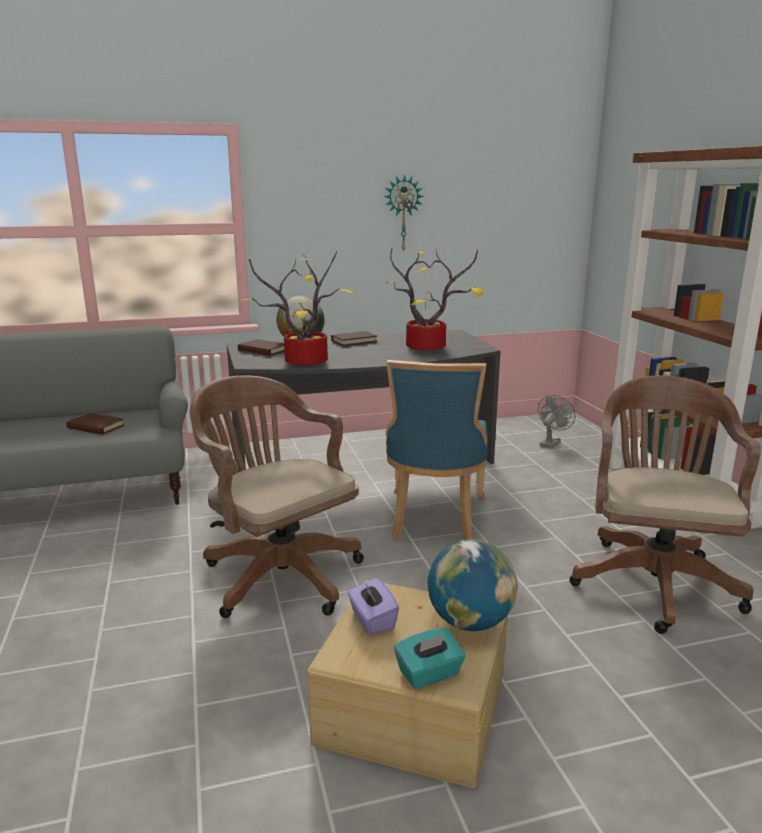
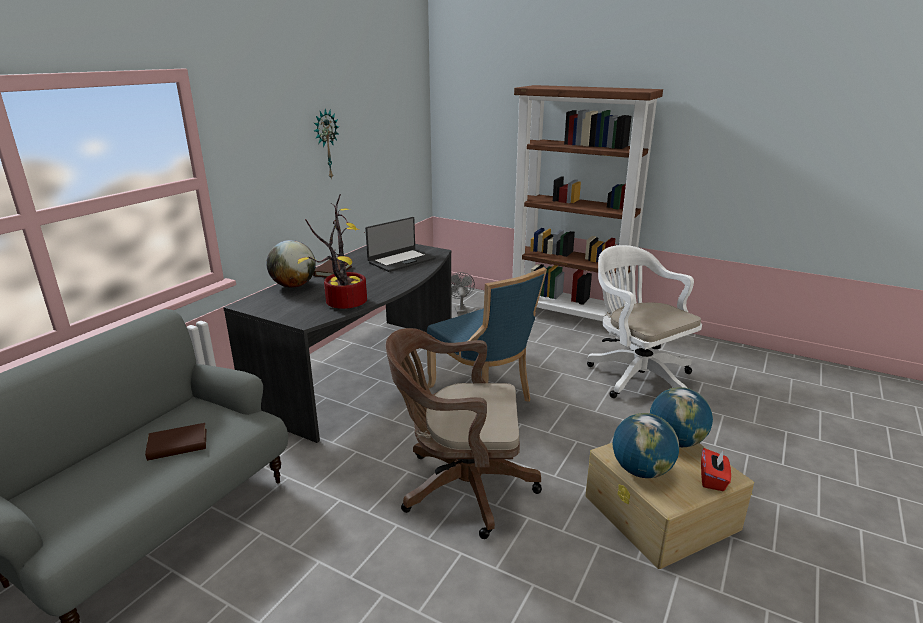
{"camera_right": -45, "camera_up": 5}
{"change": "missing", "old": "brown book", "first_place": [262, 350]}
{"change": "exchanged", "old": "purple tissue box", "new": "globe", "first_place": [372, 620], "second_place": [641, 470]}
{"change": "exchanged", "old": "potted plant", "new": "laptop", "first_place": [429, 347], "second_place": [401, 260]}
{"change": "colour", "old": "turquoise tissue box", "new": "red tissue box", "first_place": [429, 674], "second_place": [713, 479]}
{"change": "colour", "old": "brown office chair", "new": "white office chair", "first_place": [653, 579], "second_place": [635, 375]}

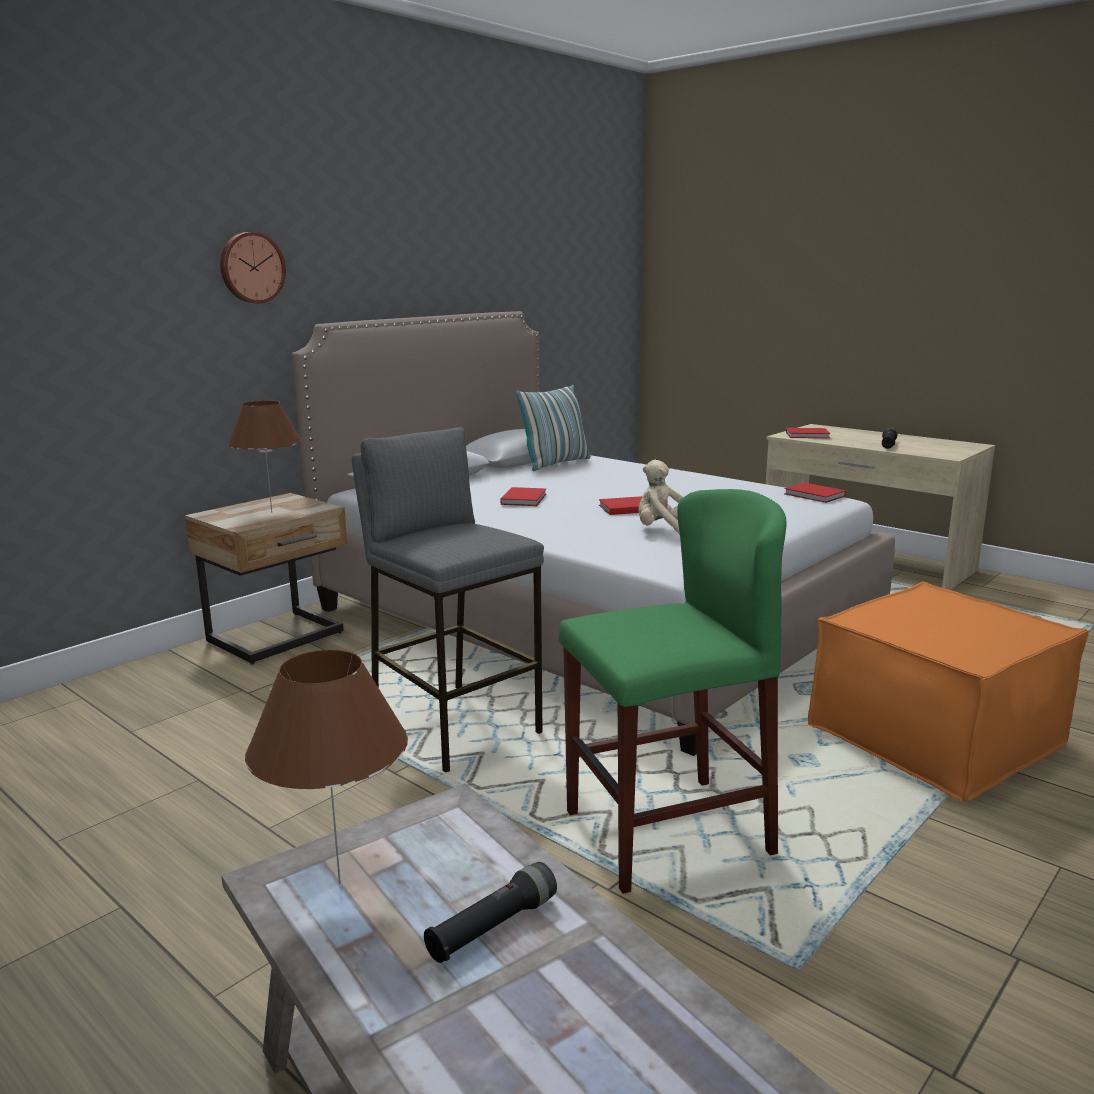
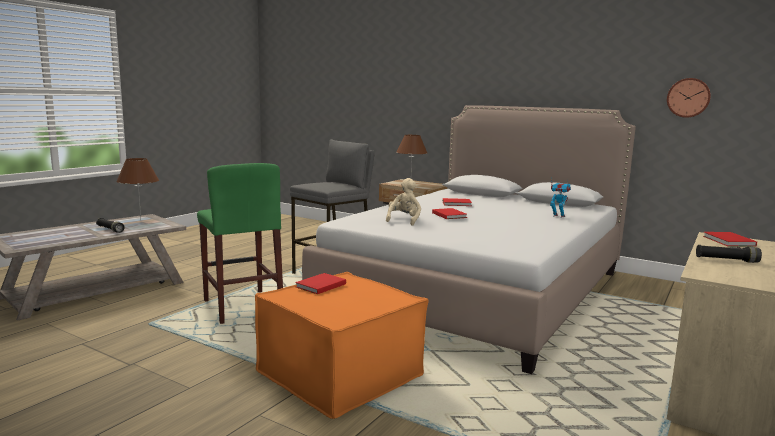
{"camera_right": 80, "camera_up": -5}
{"change": "missing", "old": "pillow", "first_place": [555, 464]}
{"change": "appeared", "new": "toy robot", "second_place": [558, 216]}
{"change": "relocated", "old": "wall clock", "first_place": [251, 268], "second_place": [688, 97]}
{"change": "relocated", "old": "red book", "first_place": [815, 495], "second_place": [319, 285]}

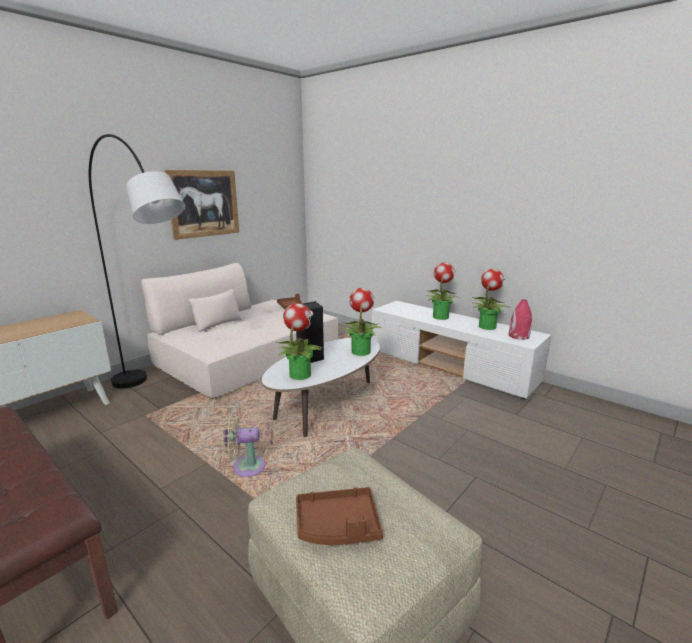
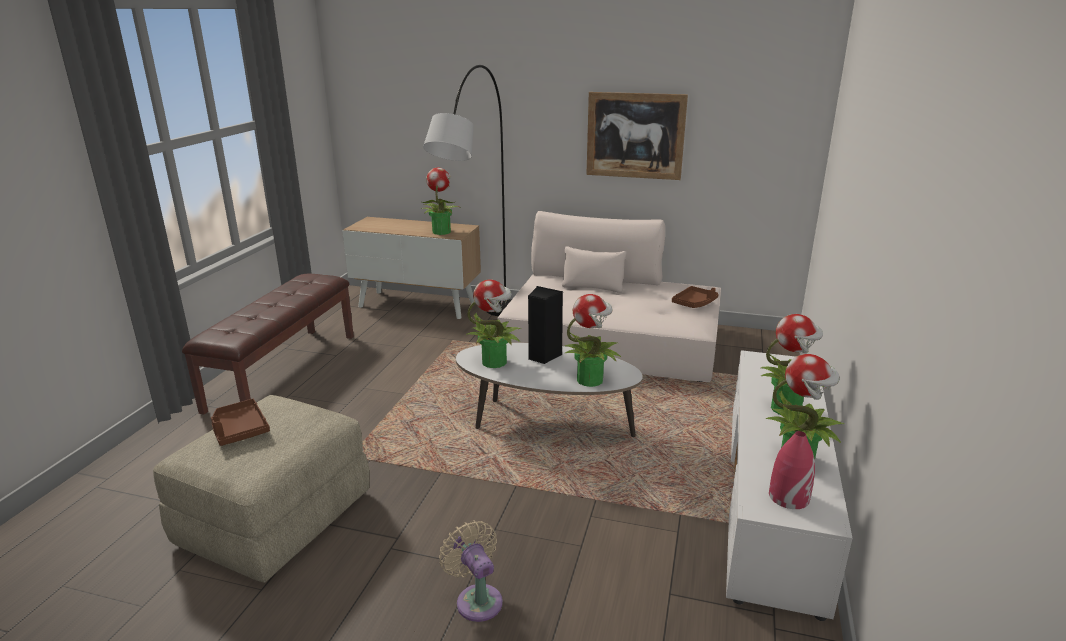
{"camera_right": 65, "camera_up": 5}
{"change": "appeared", "new": "potted plant", "second_place": [441, 232]}
{"change": "relocated", "old": "beige fan", "first_place": [245, 467], "second_place": [477, 599]}

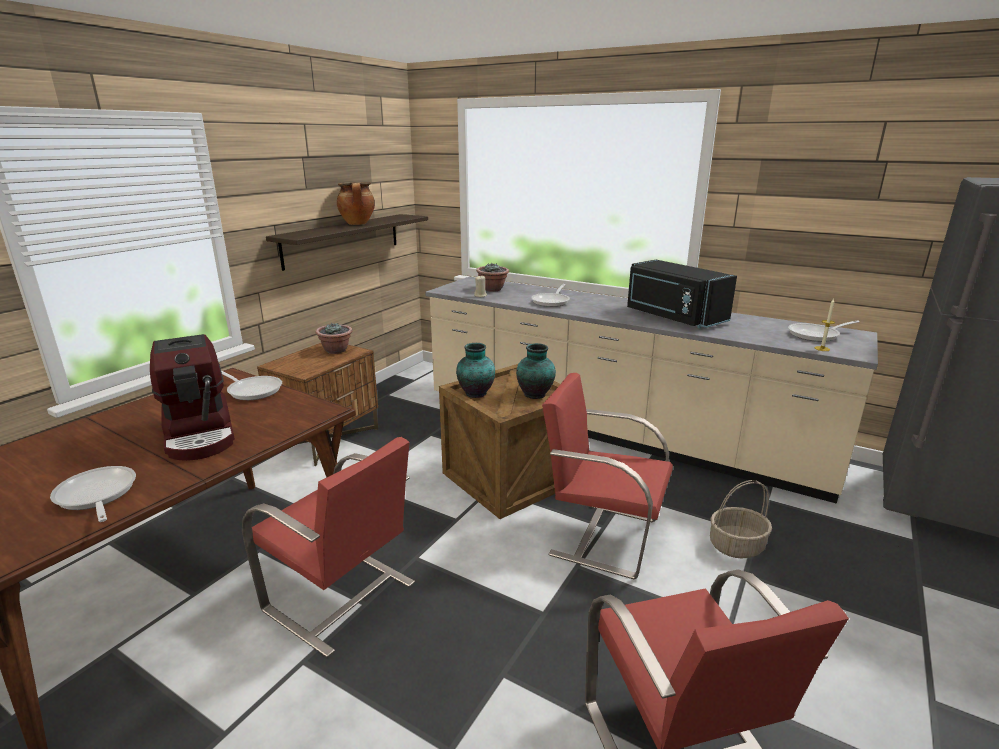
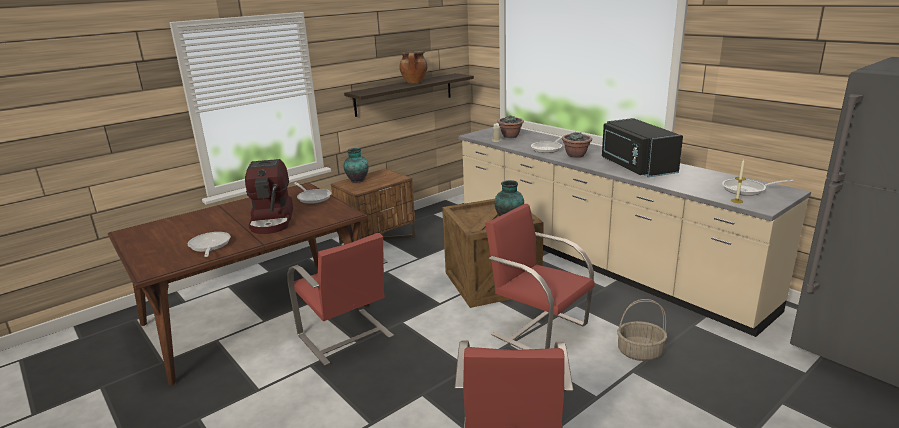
{"camera_right": 20, "camera_up": 0}
{"change": "relocated", "old": "potted plant", "first_place": [336, 350], "second_place": [576, 155]}
{"change": "relocated", "old": "vase", "first_place": [476, 394], "second_place": [357, 181]}

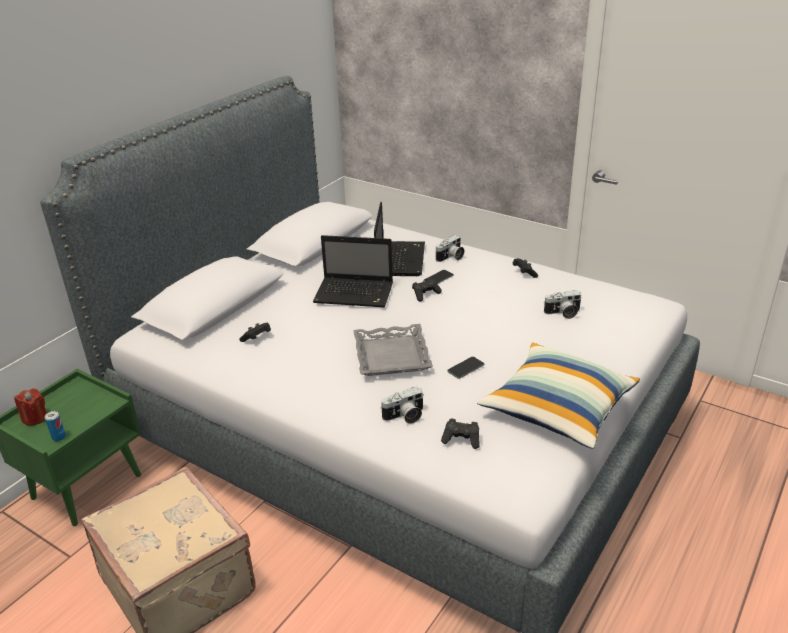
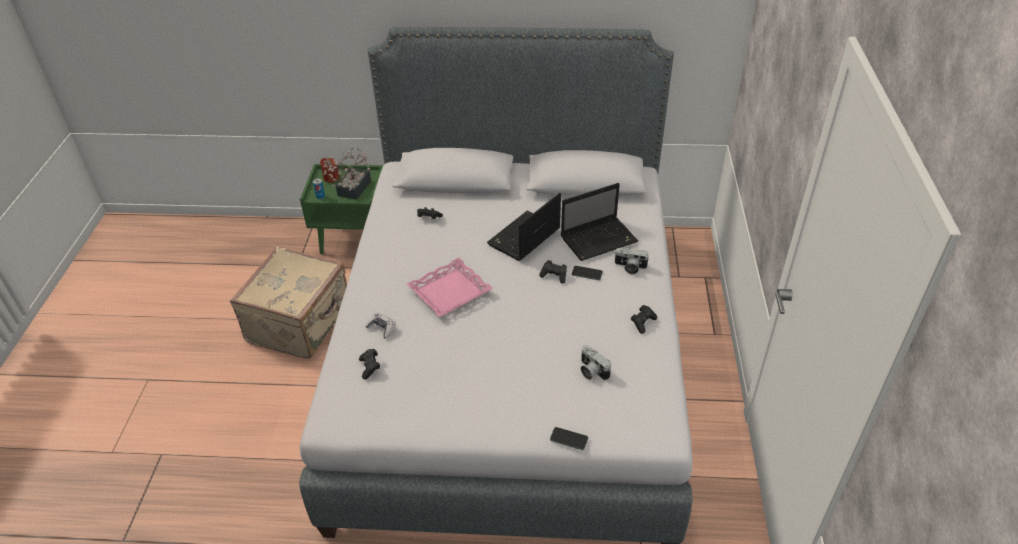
{"camera_right": 60, "camera_up": 10}
{"change": "missing", "old": "pillow", "first_place": [557, 409]}
{"change": "appeared", "new": "potted plant", "second_place": [352, 190]}
{"change": "relocated", "old": "phone", "first_place": [465, 368], "second_place": [569, 439]}
{"change": "exchanged", "old": "photo camera", "new": "game controller", "first_place": [405, 416], "second_place": [382, 328]}
{"change": "colour", "old": "grey tray", "new": "pink tray", "first_place": [391, 356], "second_place": [450, 291]}
{"change": "spun", "old": "laptop", "first_place": [355, 294], "second_place": [523, 238], "degrees": 60}

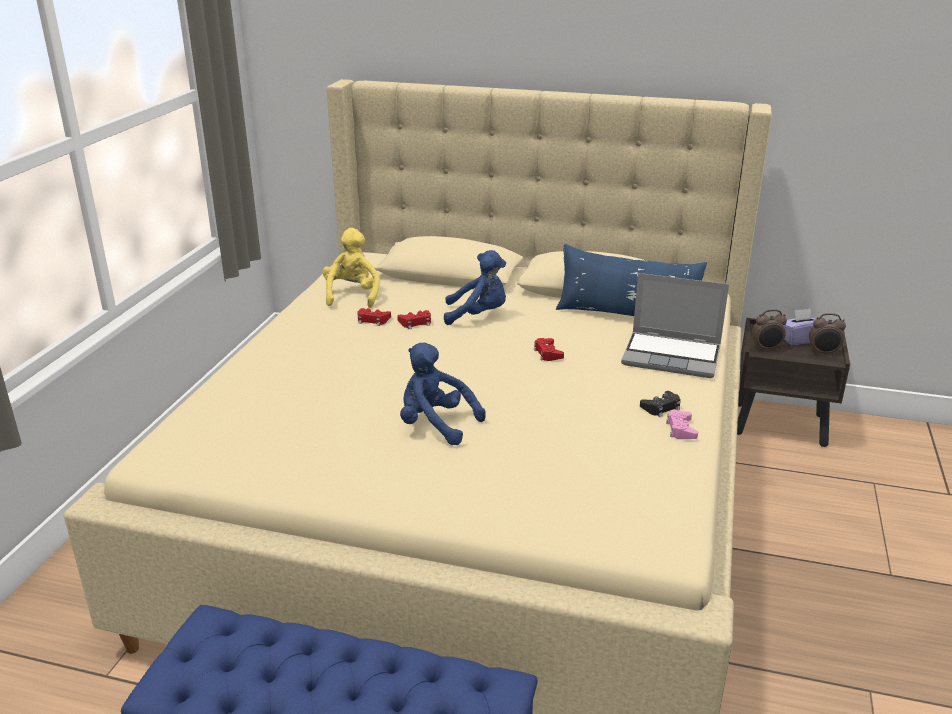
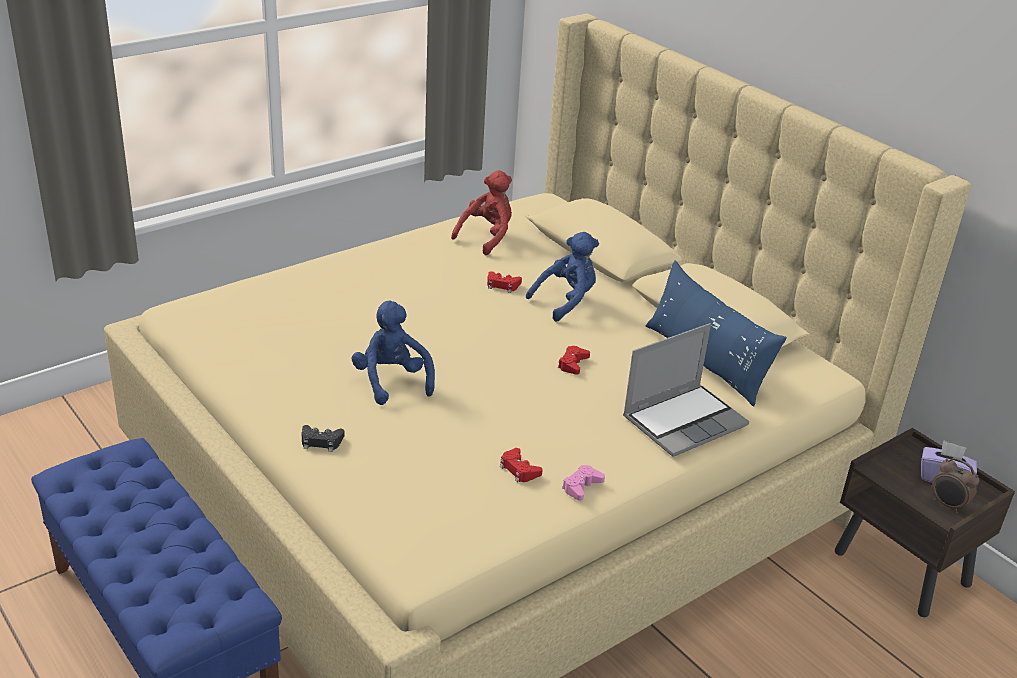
{"camera_right": 35, "camera_up": 5}
{"change": "missing", "old": "alarm clock", "first_place": [766, 349]}
{"change": "relocated", "old": "red game controller", "first_place": [372, 320], "second_place": [519, 470]}
{"change": "relocated", "old": "black game controller", "first_place": [661, 407], "second_place": [321, 442]}
{"change": "colour", "old": "yellow plush toy", "new": "red plush toy", "first_place": [352, 295], "second_place": [487, 237]}
{"change": "spun", "old": "blue plush toy", "first_place": [478, 315], "second_place": [566, 301], "degrees": -75}
{"change": "spun", "old": "laptop", "first_place": [673, 356], "second_place": [684, 420], "degrees": -90}

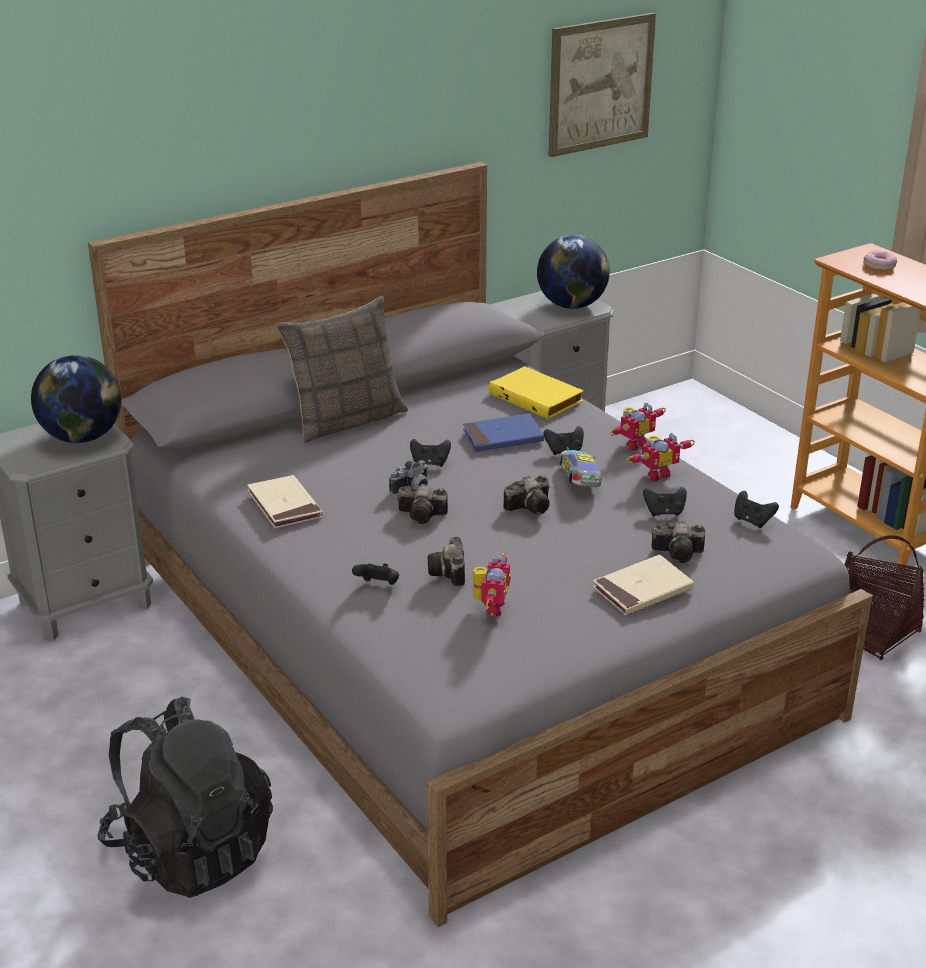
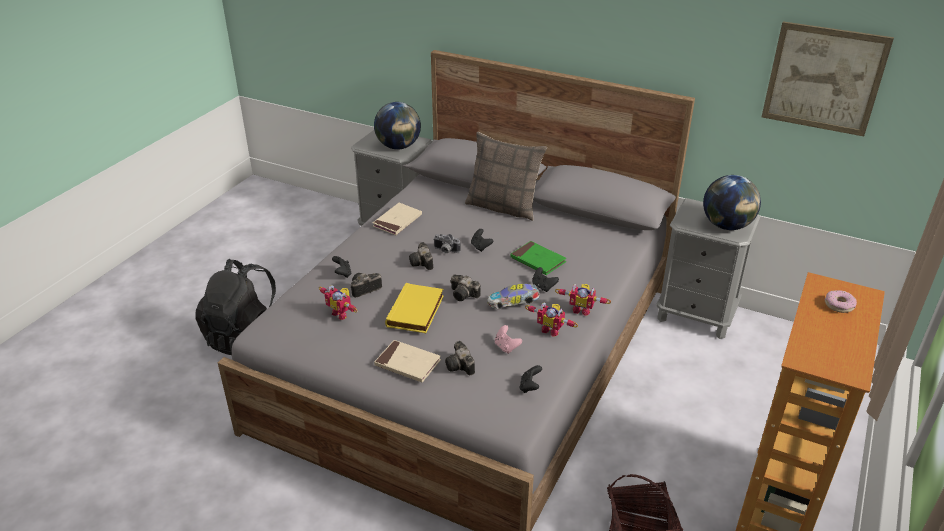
{"camera_right": 60, "camera_up": 5}
{"change": "relocated", "old": "yellow book", "first_place": [537, 397], "second_place": [416, 312]}
{"change": "colour", "old": "blue book", "new": "green book", "first_place": [503, 437], "second_place": [538, 260]}
{"change": "colour", "old": "black game controller", "new": "pink game controller", "first_place": [664, 512], "second_place": [506, 347]}
{"change": "spun", "old": "toy robot", "first_place": [489, 607], "second_place": [342, 313], "degrees": 60}
{"change": "spun", "old": "toy car", "first_place": [580, 480], "second_place": [514, 303], "degrees": -150}

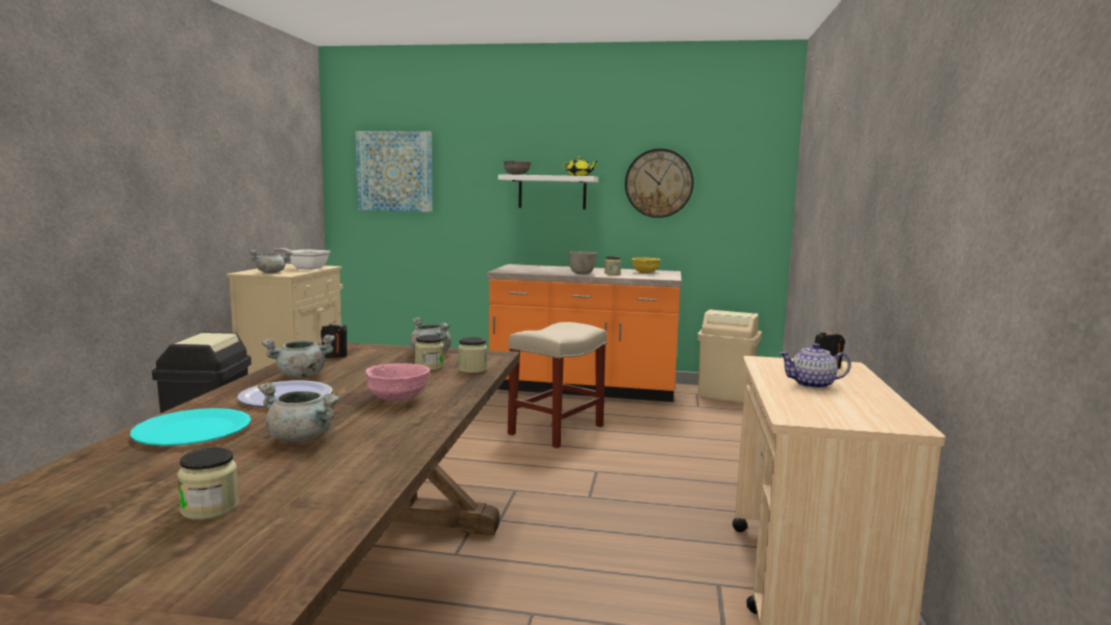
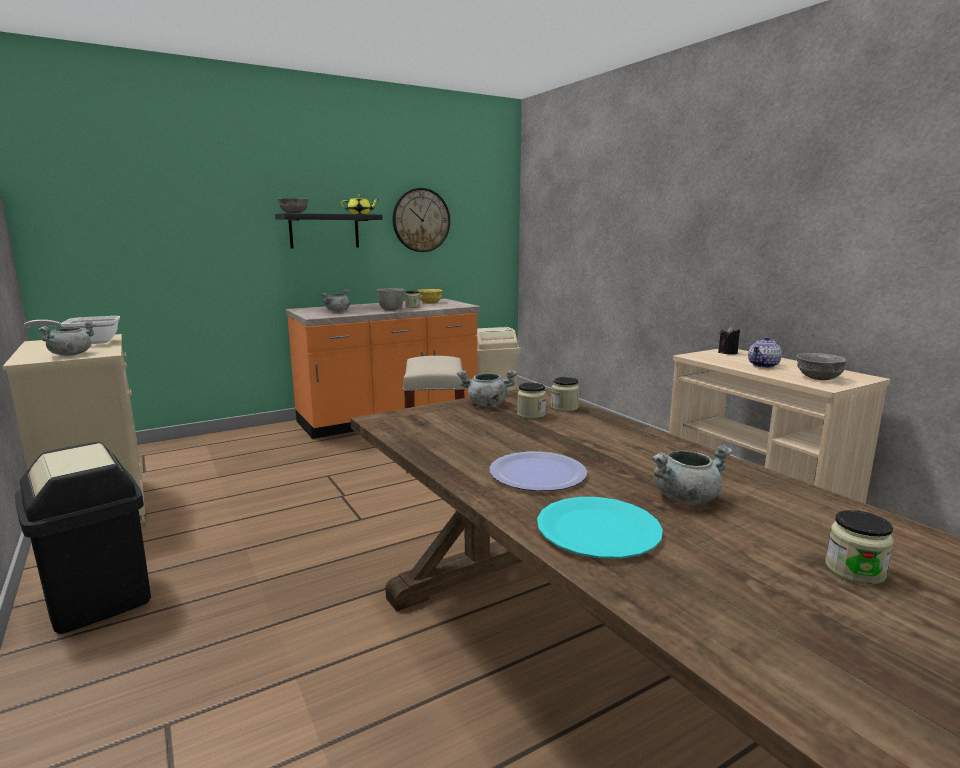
{"camera_right": -40, "camera_up": 5}
{"change": "missing", "old": "black candle", "first_place": [334, 356]}
{"change": "missing", "old": "picture", "first_place": [395, 171]}
{"change": "missing", "old": "pink bowl", "first_place": [397, 398]}
{"change": "appeared", "new": "grey bowl", "second_place": [819, 378]}
{"change": "relocated", "old": "grey cooking pot", "first_place": [300, 376], "second_place": [337, 311]}
{"change": "colour", "old": "white shelf", "new": "black shelf", "first_place": [552, 192], "second_place": [324, 231]}

